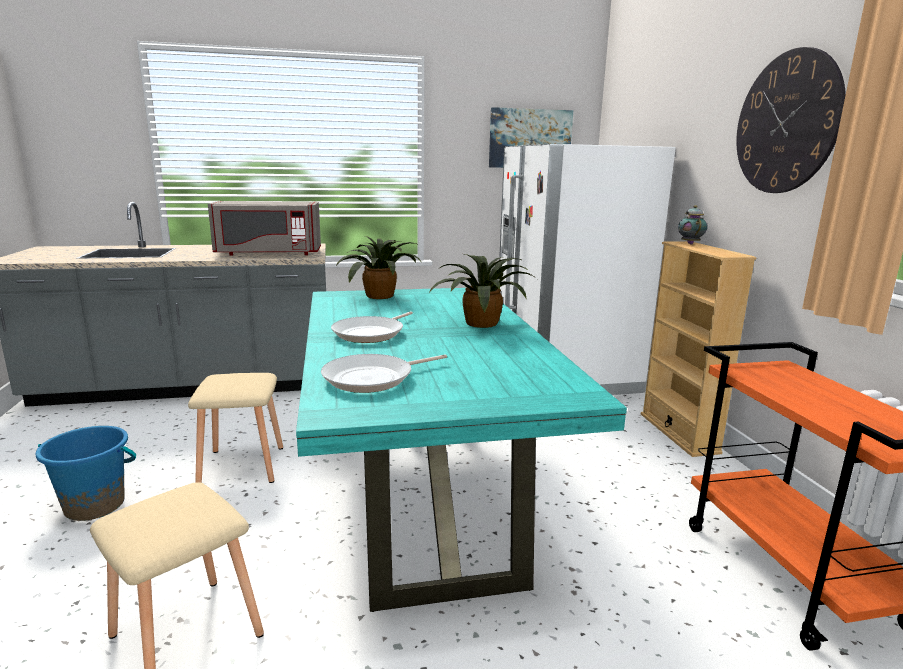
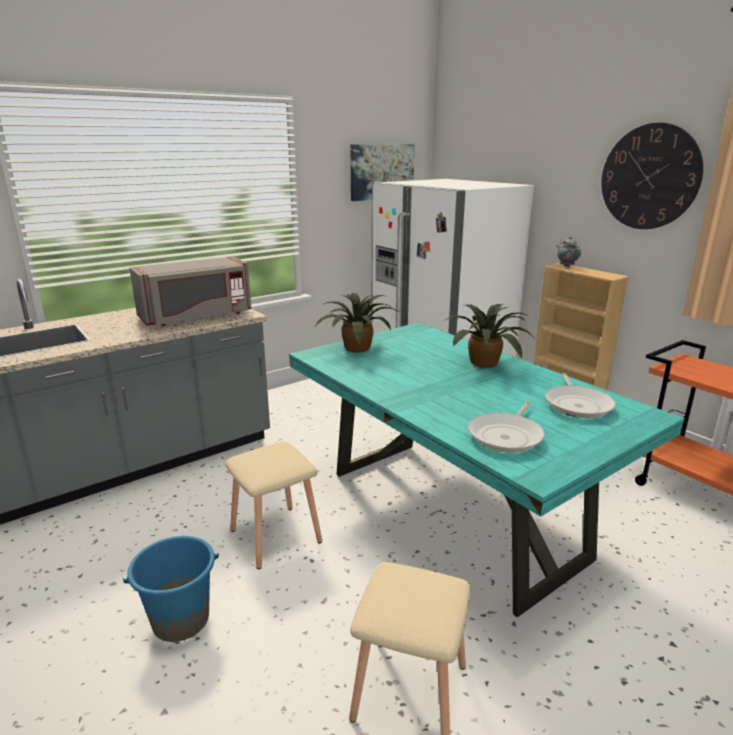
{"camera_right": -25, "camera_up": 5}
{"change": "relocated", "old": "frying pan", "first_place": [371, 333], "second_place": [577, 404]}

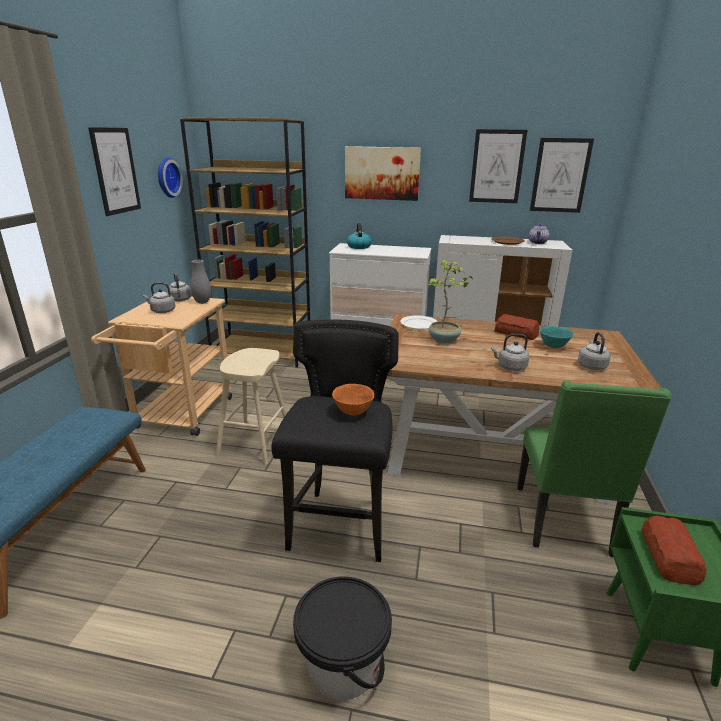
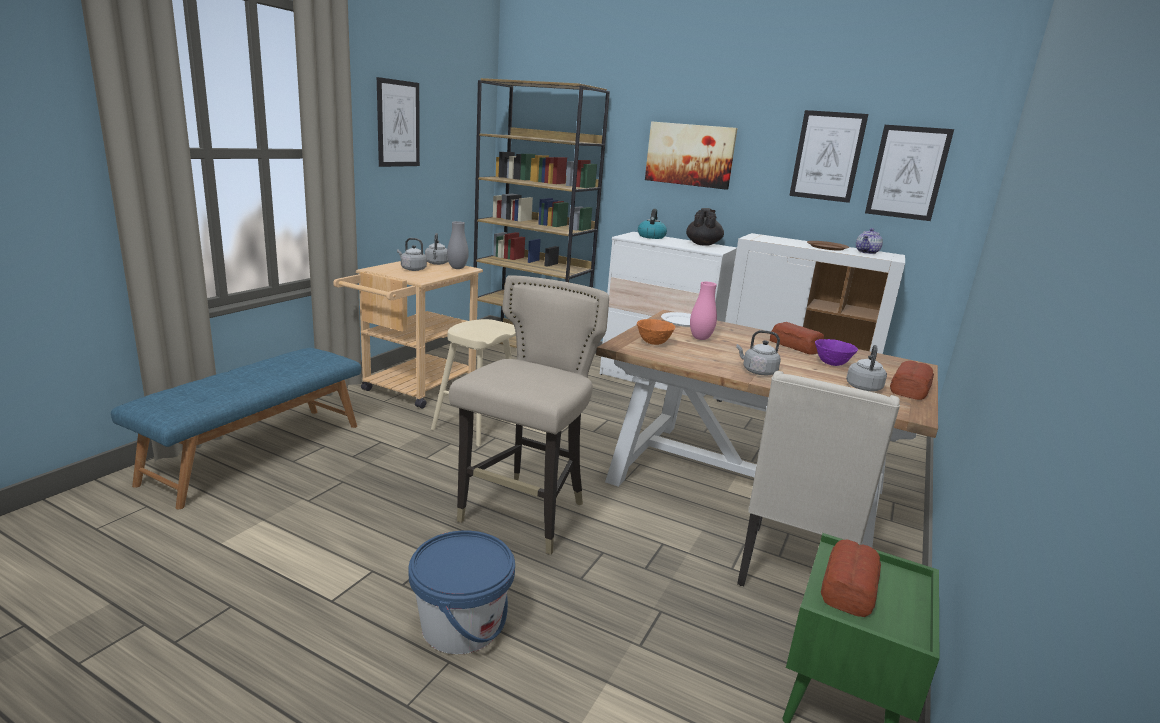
{"camera_right": 15, "camera_up": -5}
{"change": "missing", "old": "wall clock", "first_place": [167, 177]}
{"change": "appeared", "new": "black teapot", "second_place": [703, 244]}
{"change": "appeared", "new": "bread", "second_place": [910, 388]}
{"change": "relocated", "old": "orange bowl", "first_place": [353, 411], "second_place": [654, 343]}
{"change": "exchanged", "old": "potted plant", "new": "pink vase", "first_place": [444, 340], "second_place": [700, 338]}
{"change": "colour", "old": "black stool", "new": "beige stool", "first_place": [340, 527], "second_place": [525, 516]}
{"change": "colour", "old": "black bucket", "new": "blue bucket", "first_place": [343, 664], "second_place": [461, 625]}
{"change": "colour", "old": "green chair", "new": "beige chair", "first_place": [565, 522], "second_place": [794, 572]}
{"change": "colour", "old": "turquoise bowl", "new": "purple bowl", "first_place": [553, 346], "second_place": [832, 364]}

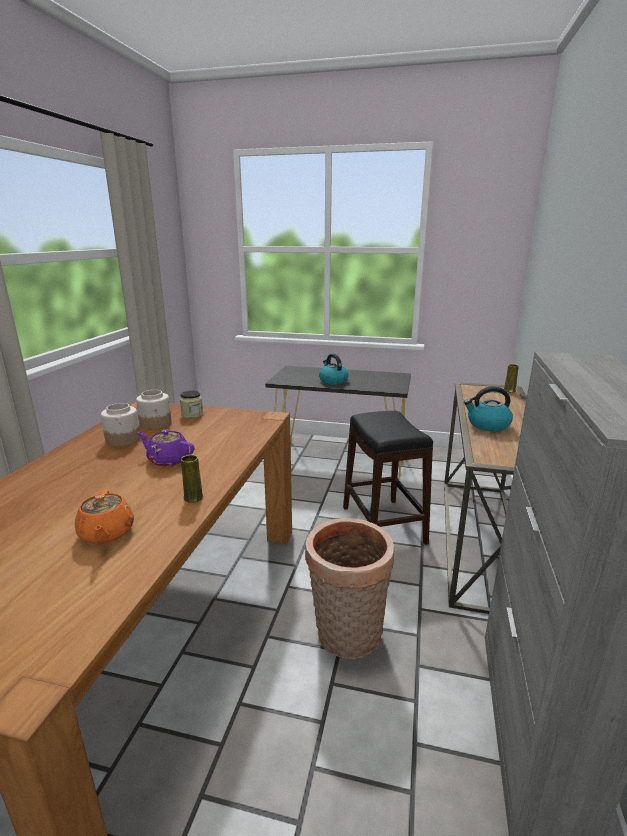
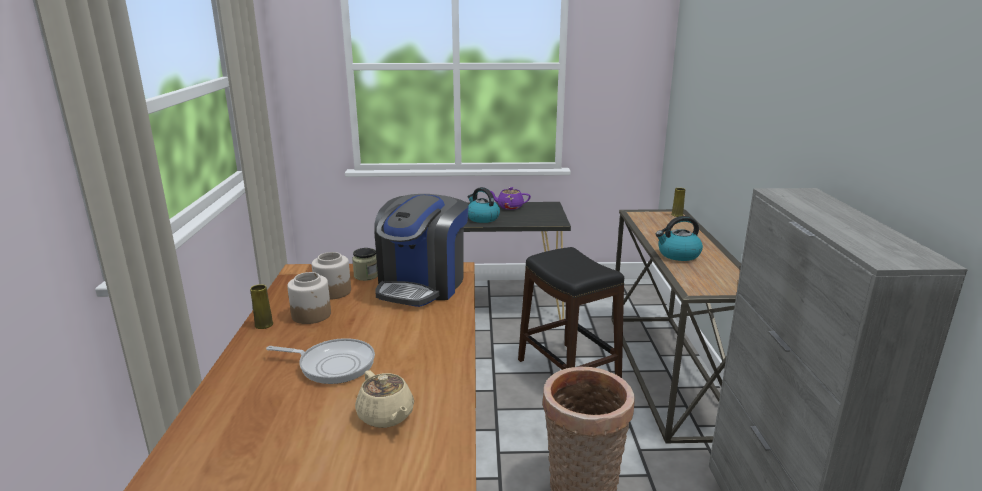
{"camera_right": -15, "camera_up": 0}
{"change": "appeared", "new": "frying pan", "second_place": [333, 365]}
{"change": "appeared", "new": "coffee machine", "second_place": [422, 285]}
{"change": "relocated", "old": "purple teapot", "first_place": [168, 460], "second_place": [509, 207]}
{"change": "relocated", "old": "yellow vase", "first_place": [193, 497], "second_place": [264, 325]}
{"change": "colour", "old": "orange teapot", "new": "beige teapot", "first_place": [106, 533], "second_place": [386, 416]}

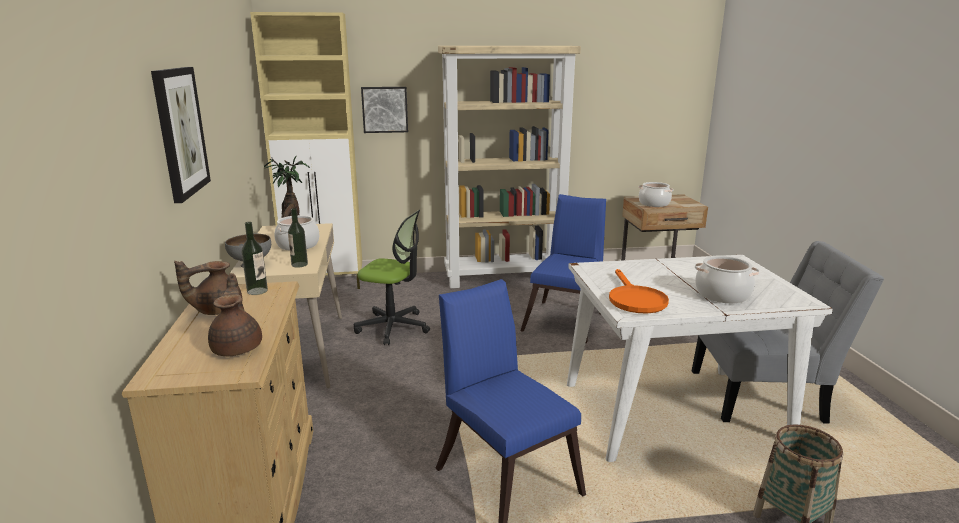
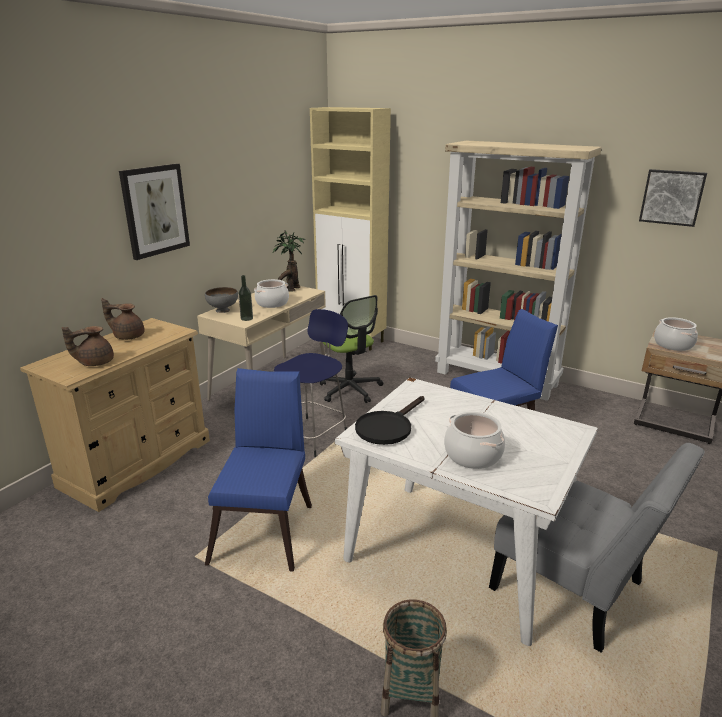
{"camera_right": 40, "camera_up": 5}
{"change": "missing", "old": "bottle", "first_place": [257, 291]}
{"change": "appeared", "new": "blue stool", "second_place": [312, 435]}
{"change": "relocated", "old": "picture", "first_place": [385, 109], "second_place": [672, 197]}
{"change": "colour", "old": "orange frying pan", "new": "black frying pan", "first_place": [634, 299], "second_place": [387, 427]}
{"change": "spun", "old": "brown teapot", "first_place": [238, 347], "second_place": [95, 362], "degrees": -150}

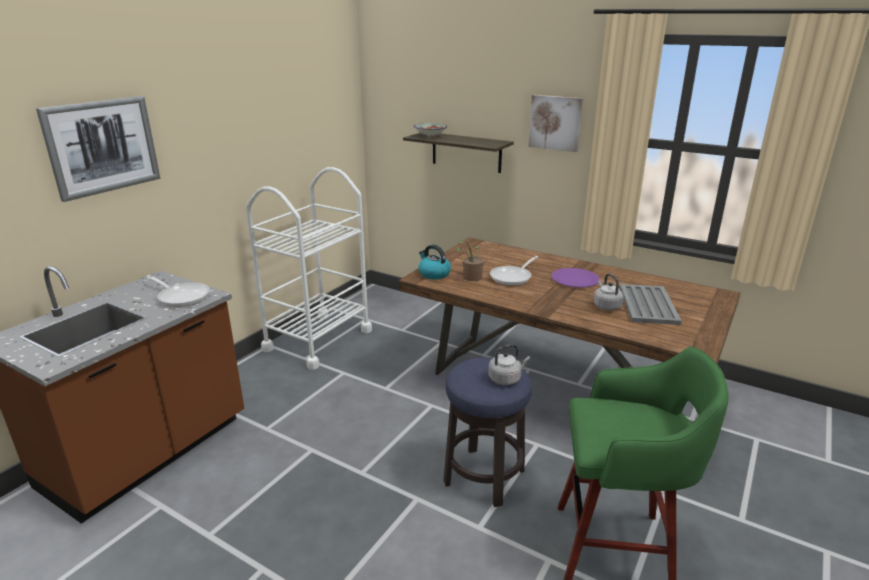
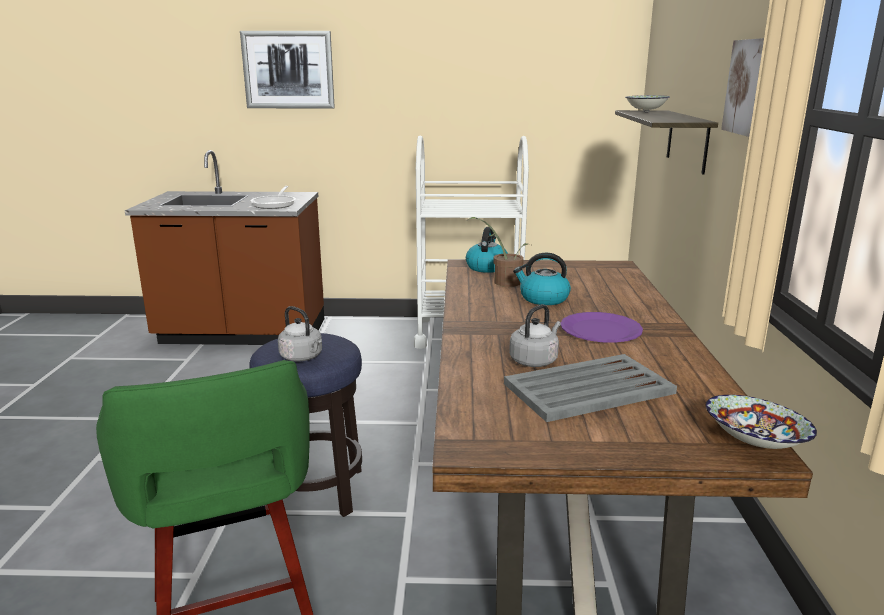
{"camera_right": 60, "camera_up": -5}
{"change": "appeared", "new": "bowl", "second_place": [753, 443]}
{"change": "exchanged", "old": "frying pan", "new": "kettle", "first_place": [513, 277], "second_place": [543, 299]}

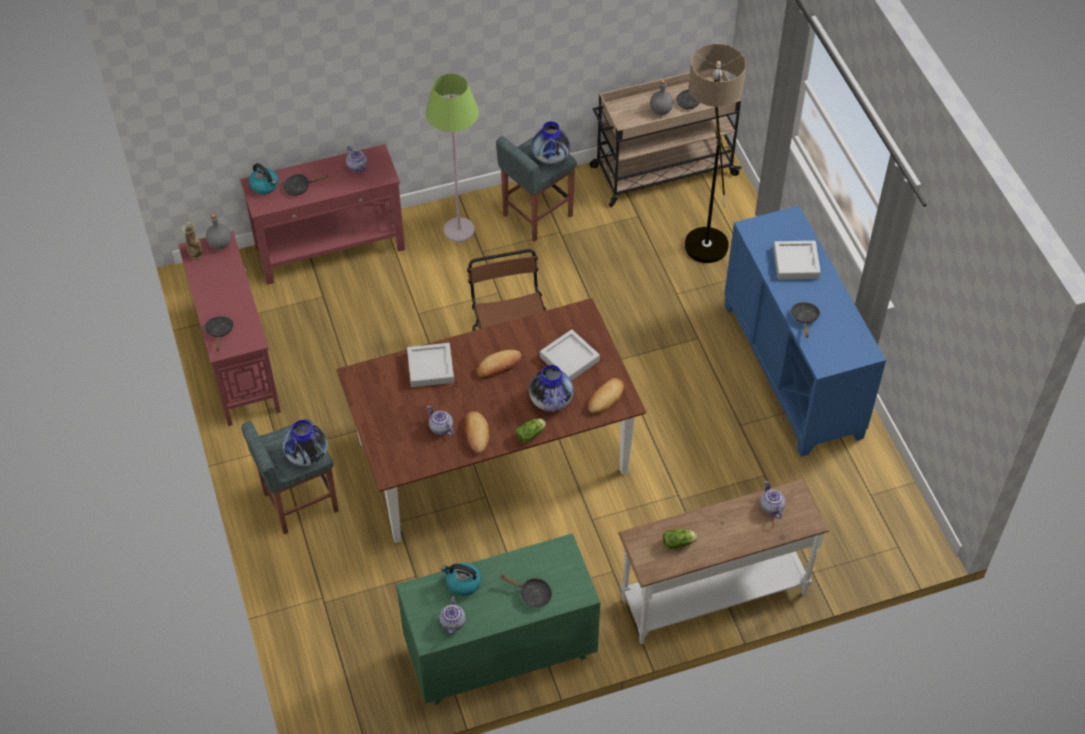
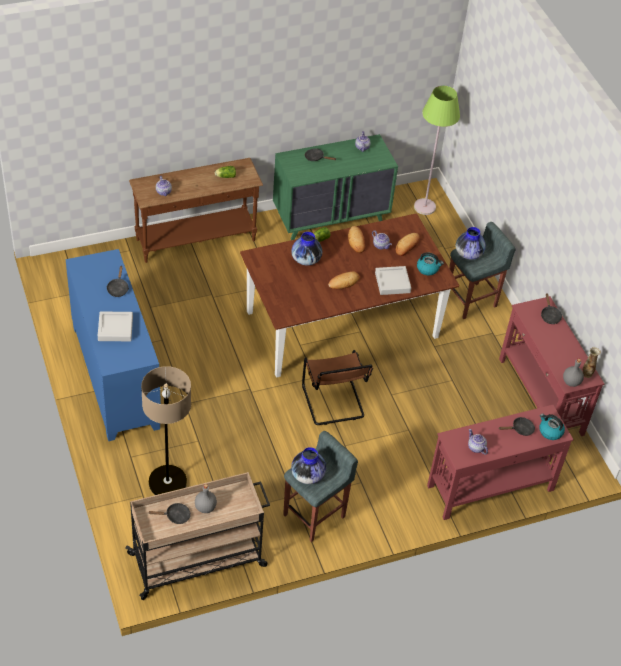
{"camera_right": 175, "camera_up": -5}
{"change": "missing", "old": "grey tray", "first_place": [569, 359]}
{"change": "relocated", "old": "green floor lamp", "first_place": [459, 230], "second_place": [424, 207]}
{"change": "relocated", "old": "kettle", "first_place": [463, 583], "second_place": [428, 269]}
{"change": "relocated", "old": "bread", "first_place": [606, 398], "second_place": [407, 246]}
{"change": "colour", "old": "white console table", "new": "brown console table", "first_place": [713, 594], "second_place": [196, 241]}

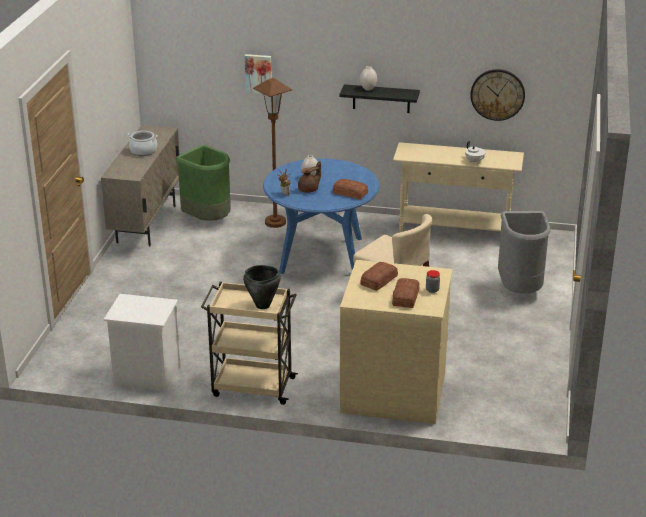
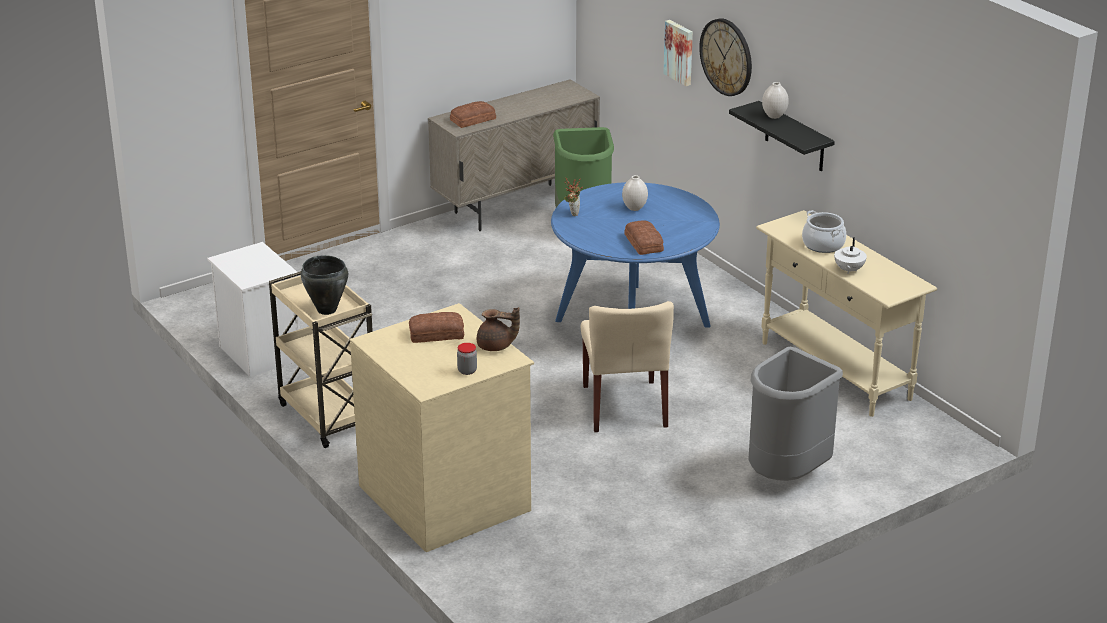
{"camera_right": 45, "camera_up": 0}
{"change": "missing", "old": "brown floor lamp", "first_place": [275, 222]}
{"change": "relocated", "old": "cooking pot", "first_place": [143, 151], "second_place": [823, 244]}
{"change": "relocated", "old": "brown teapot", "first_place": [309, 190], "second_place": [496, 346]}
{"change": "relocated", "old": "bread", "first_place": [404, 297], "second_place": [472, 119]}
{"change": "relocated", "old": "wall clock", "first_place": [497, 94], "second_place": [726, 57]}

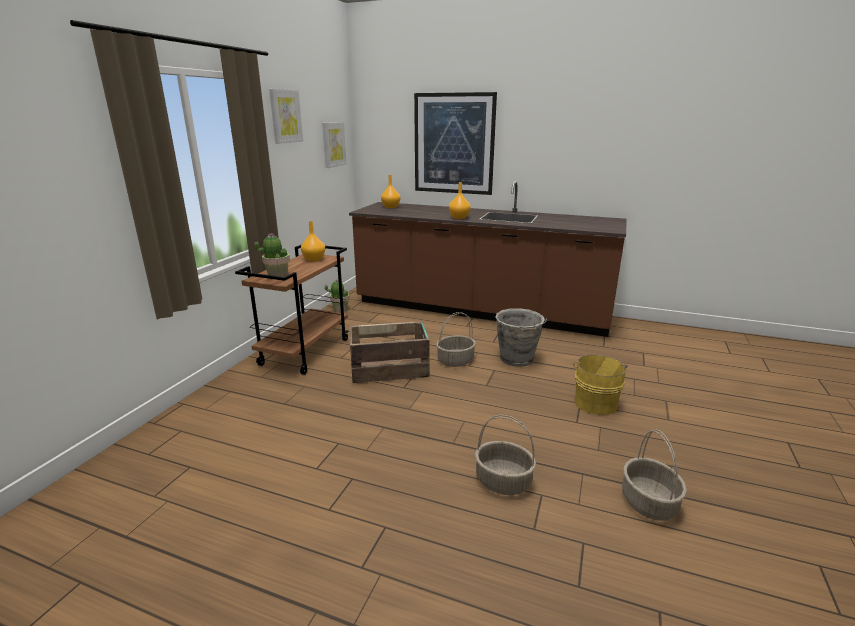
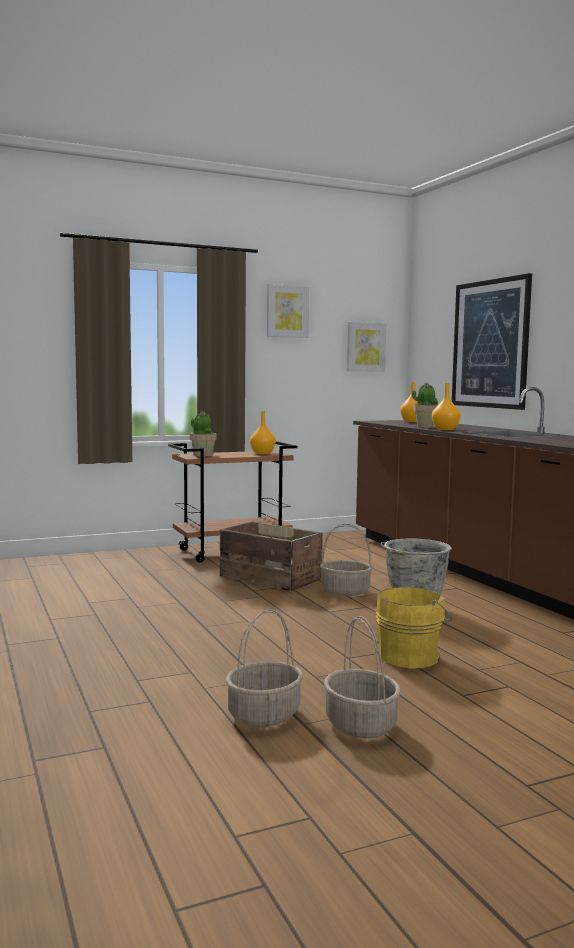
{"camera_right": 45, "camera_up": -15}
{"change": "relocated", "old": "potted plant", "first_place": [340, 309], "second_place": [426, 427]}
{"change": "relocated", "old": "basket", "first_place": [504, 481], "second_place": [361, 725]}

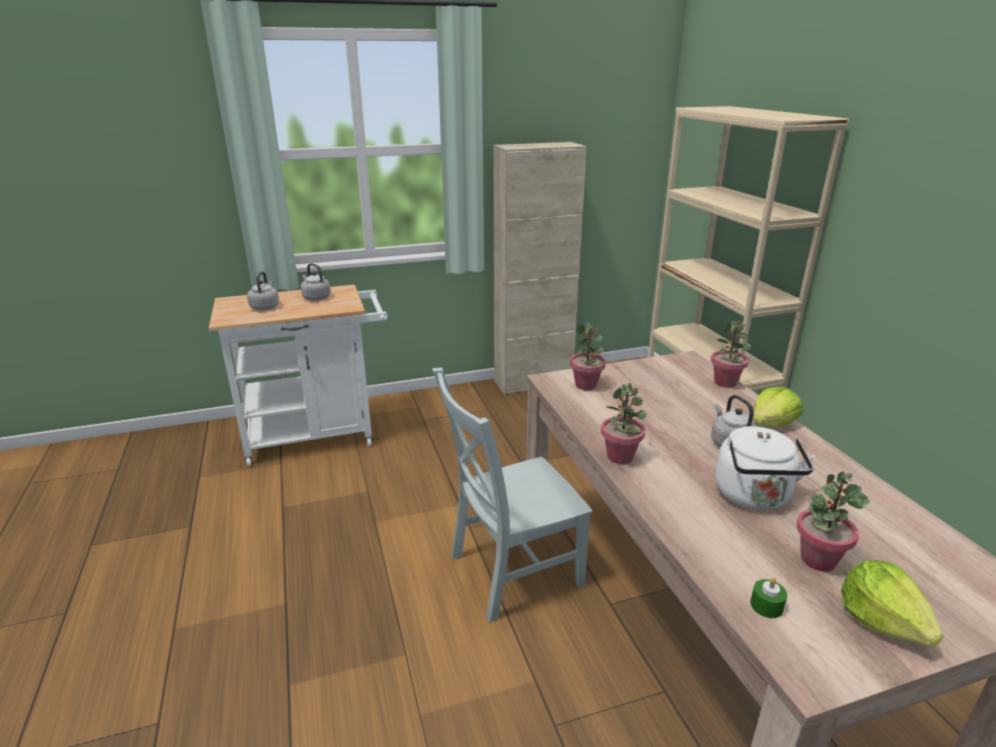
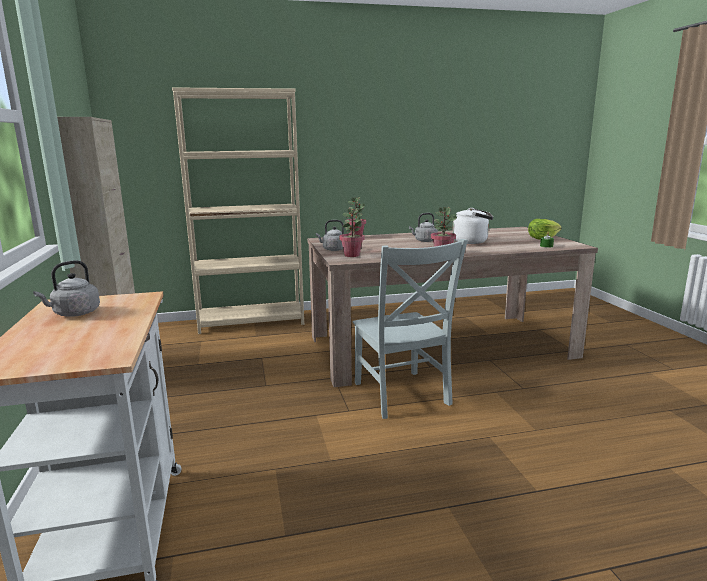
{"camera_right": -85, "camera_up": -10}
{"change": "missing", "old": "lettuce", "first_place": [772, 424]}
{"change": "missing", "old": "potted plant", "first_place": [817, 559]}
{"change": "relocated", "old": "grey kettle", "first_place": [265, 307], "second_place": [333, 249]}

